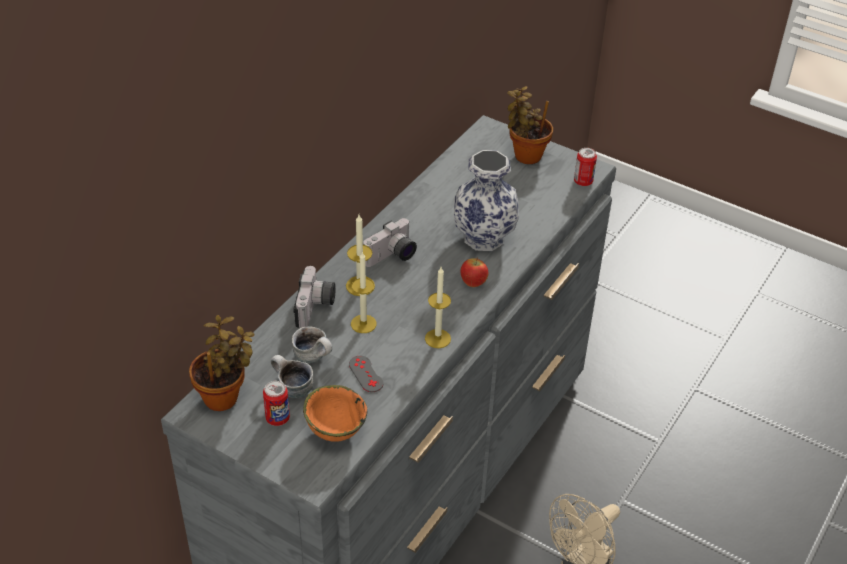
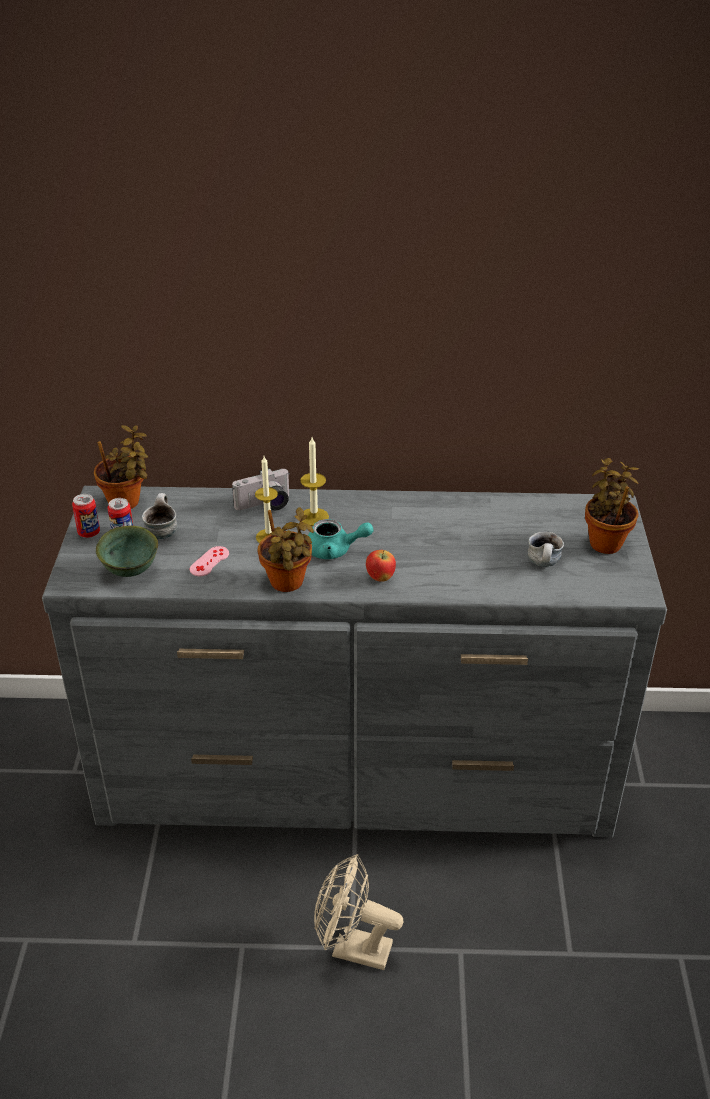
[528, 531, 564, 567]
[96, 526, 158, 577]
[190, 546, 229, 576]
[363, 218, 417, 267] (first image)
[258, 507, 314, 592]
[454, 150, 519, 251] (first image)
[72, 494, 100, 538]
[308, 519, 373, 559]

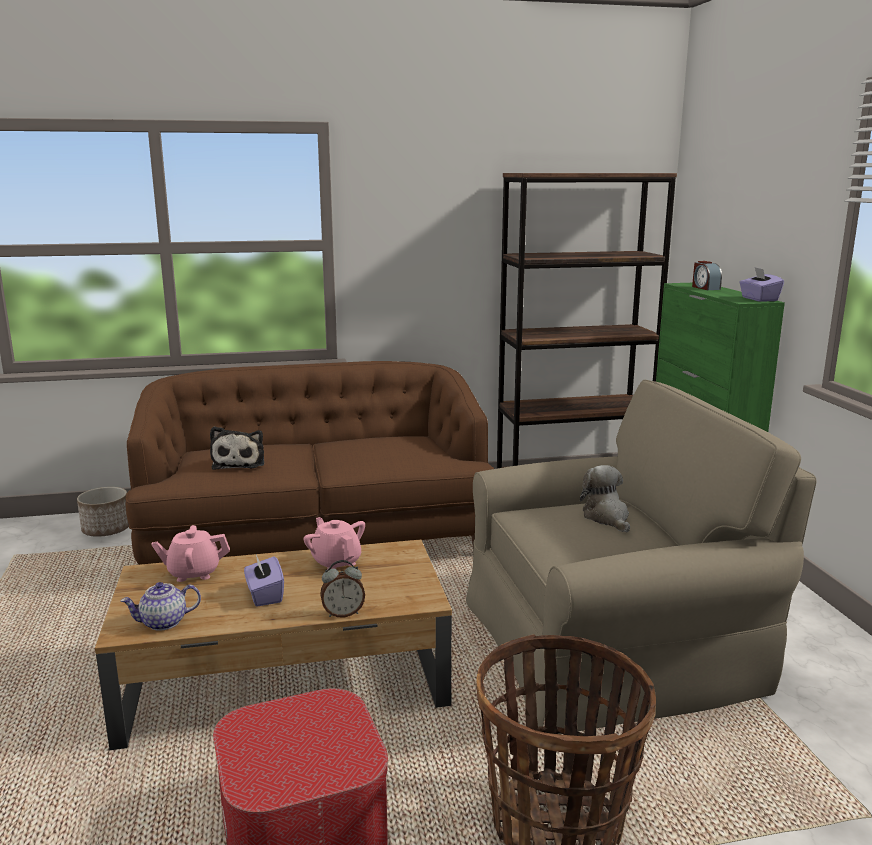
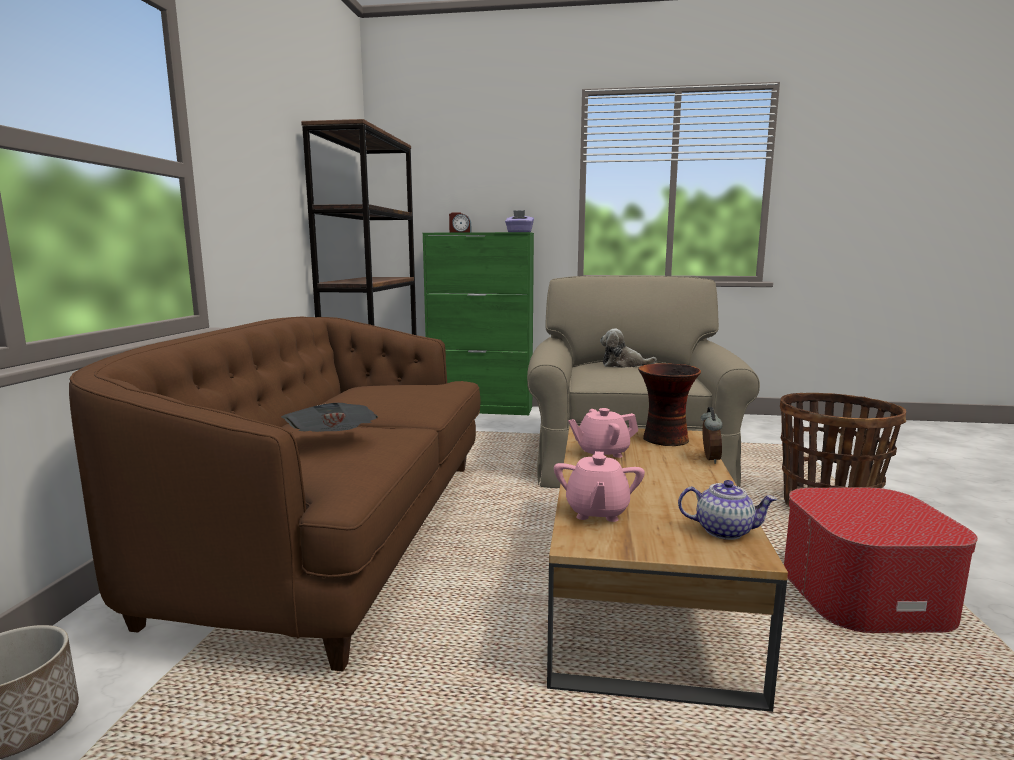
[678, 480, 777, 540]
[281, 403, 378, 432]
[244, 555, 284, 606] (first image)
[638, 364, 701, 446]

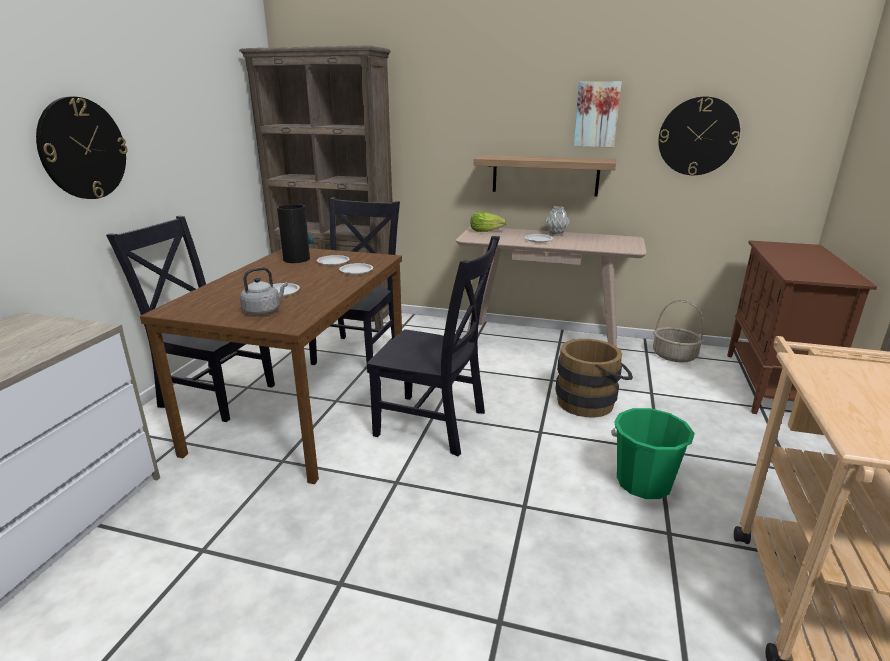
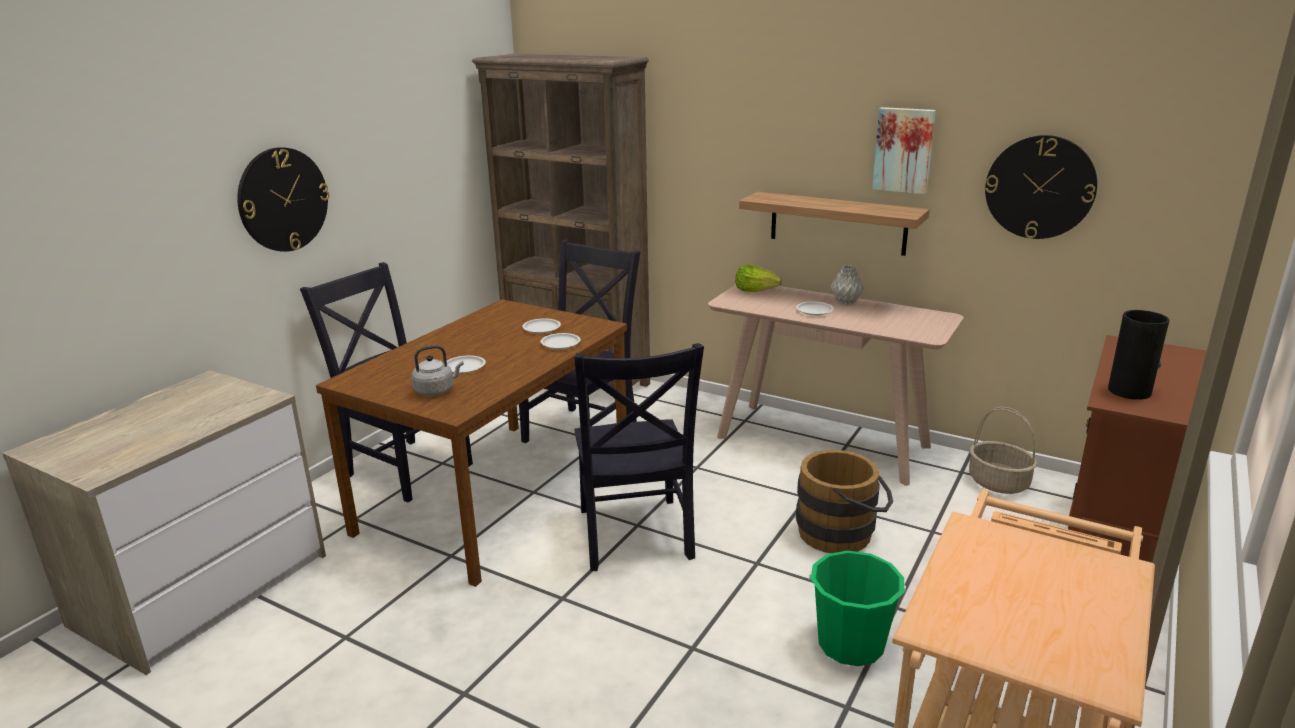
[1108, 310, 1170, 400]
[574, 343, 704, 571]

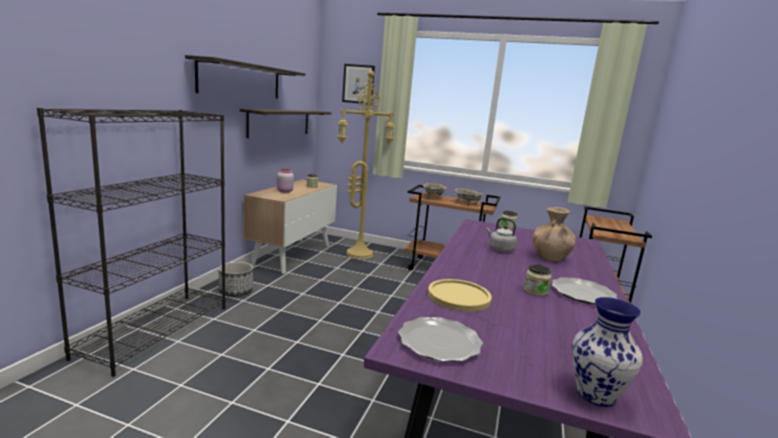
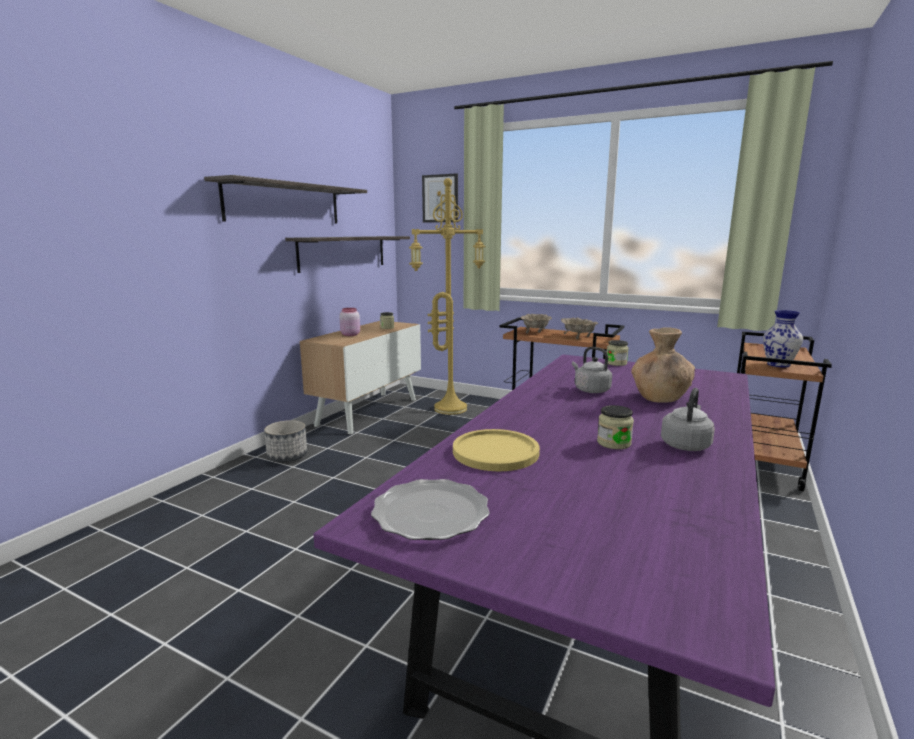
[37, 108, 226, 377] (first image)
[661, 388, 715, 451]
[763, 310, 803, 367]

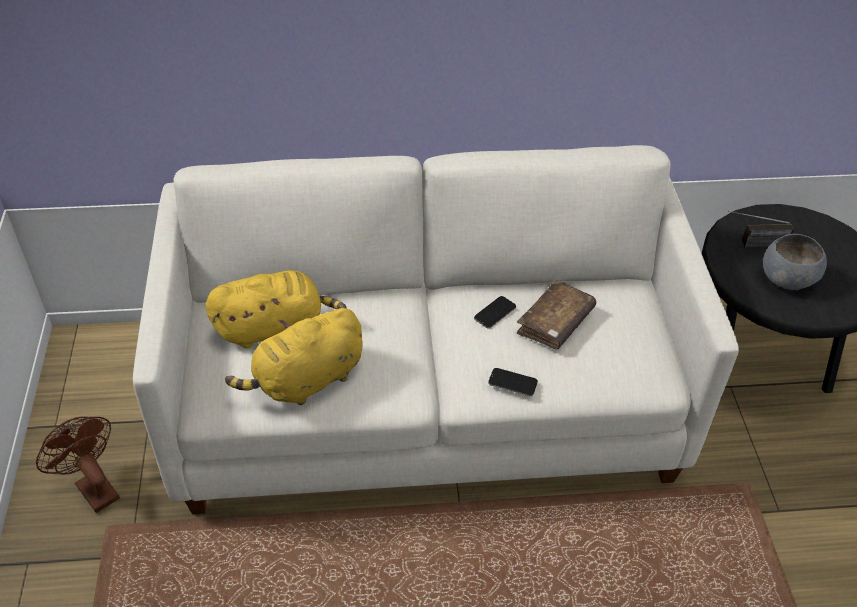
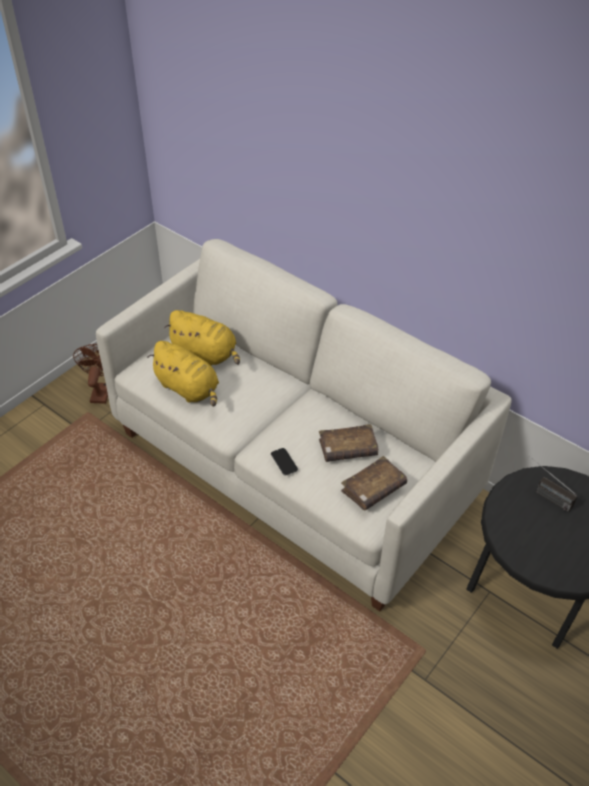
[148, 341, 219, 407]
[474, 296, 516, 329] (first image)
[763, 234, 827, 290] (first image)
[341, 456, 407, 510]

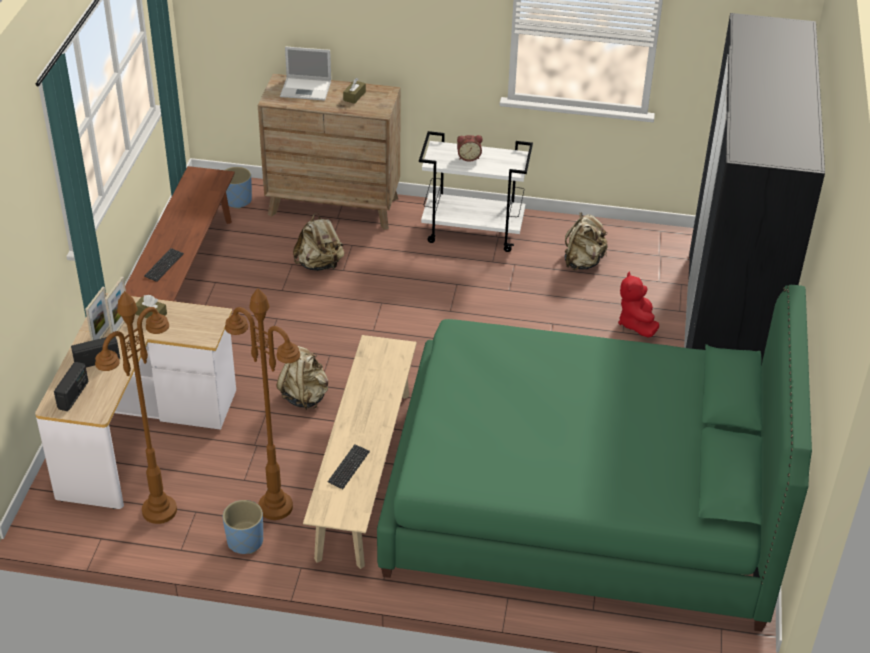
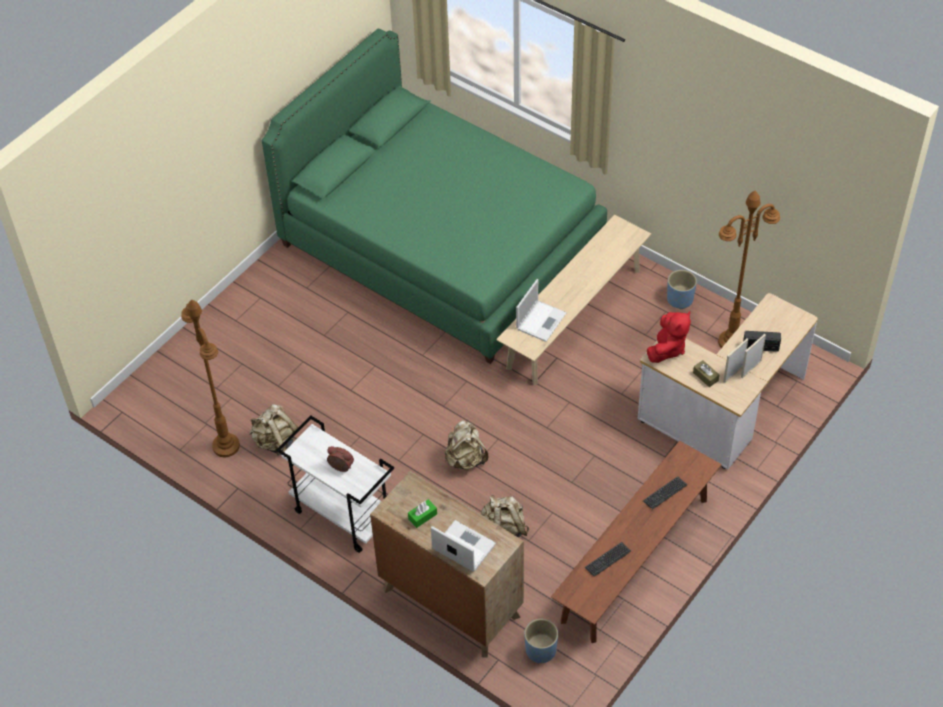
[54, 362, 89, 411] (first image)
[181, 299, 240, 457]
[445, 420, 488, 470]
[585, 542, 631, 577]
[408, 499, 437, 528]
[647, 311, 691, 363]
[684, 13, 825, 365] (first image)
[516, 279, 567, 342]

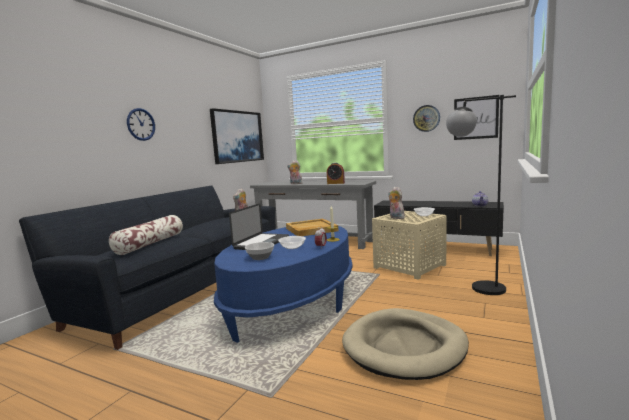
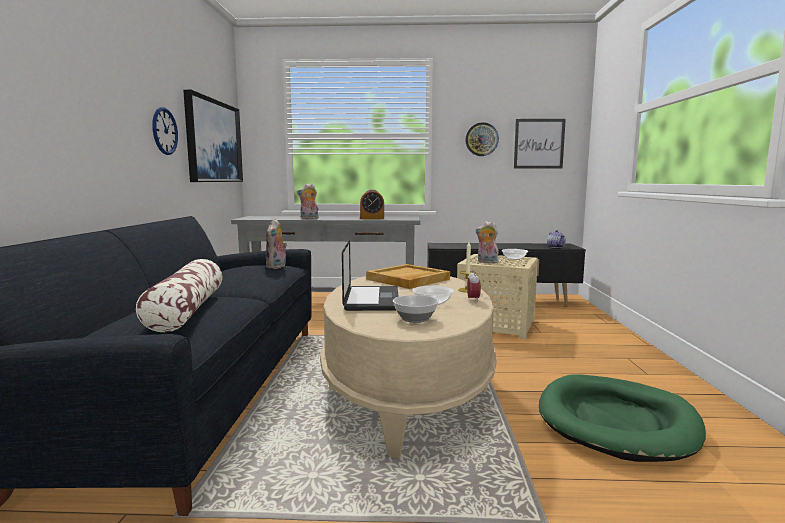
[152, 107, 178, 155]
[320, 276, 497, 458]
[539, 374, 706, 462]
[446, 95, 516, 295] (first image)

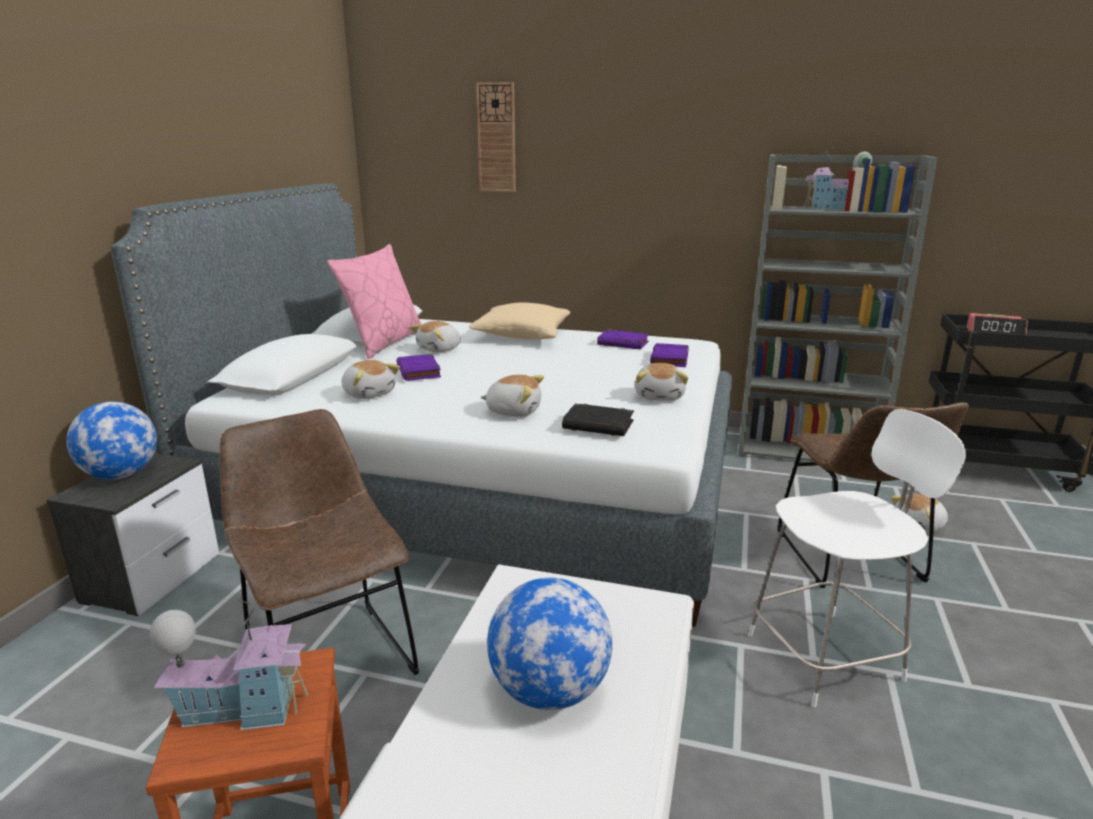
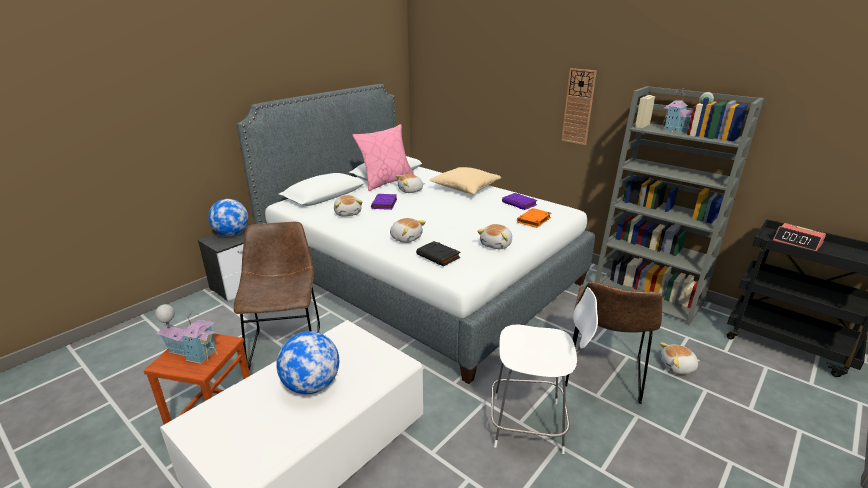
[561, 68, 597, 145]
[517, 208, 551, 228]

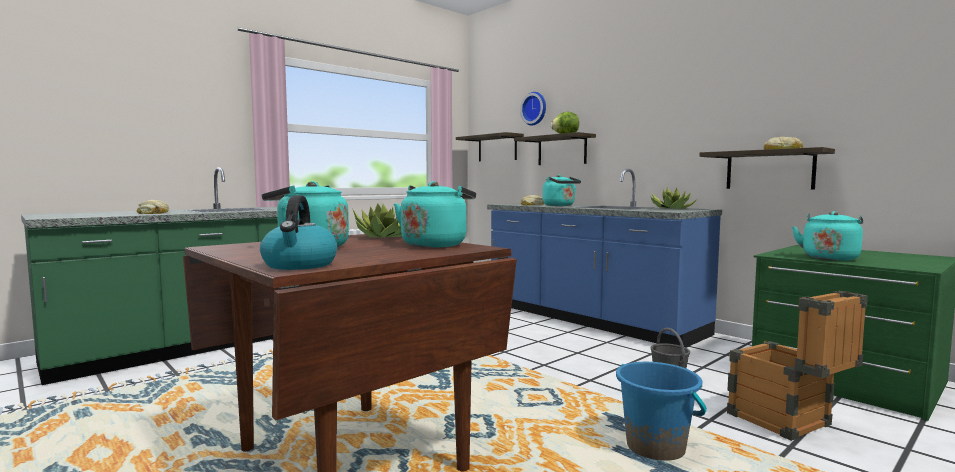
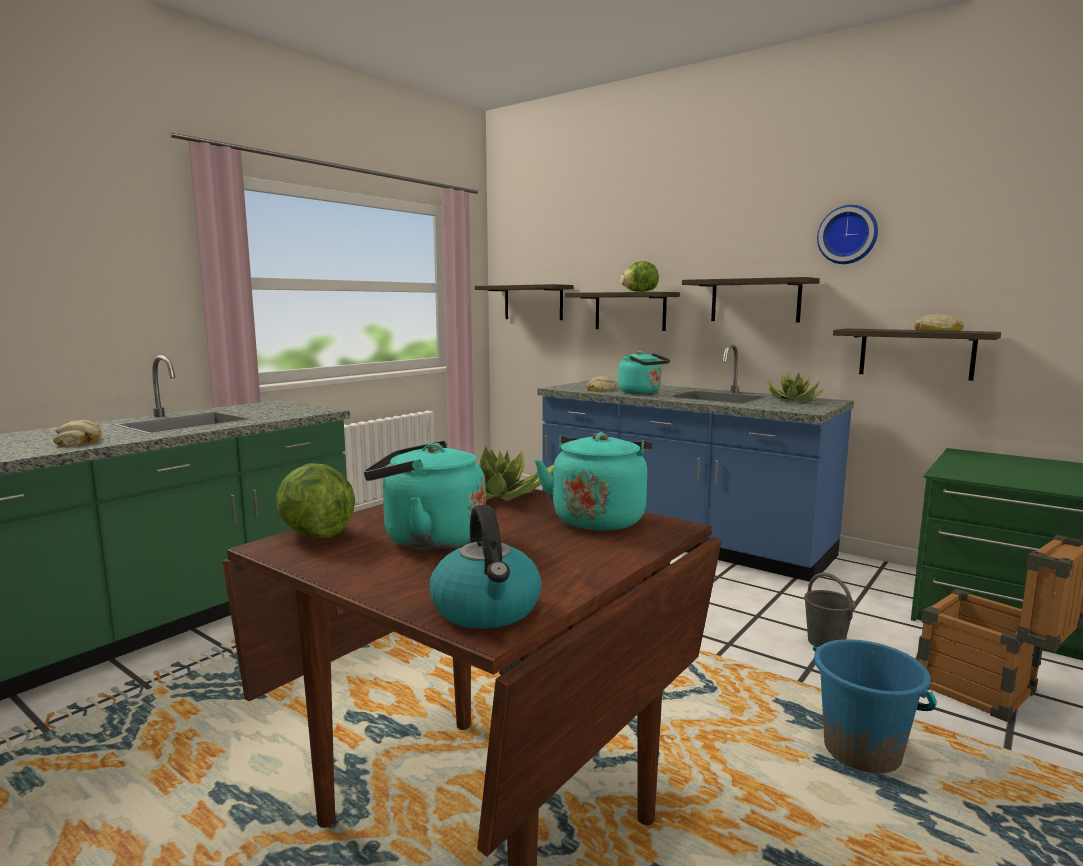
[817, 205, 878, 264]
[792, 211, 863, 261] (first image)
[275, 463, 355, 538]
[682, 277, 820, 323]

